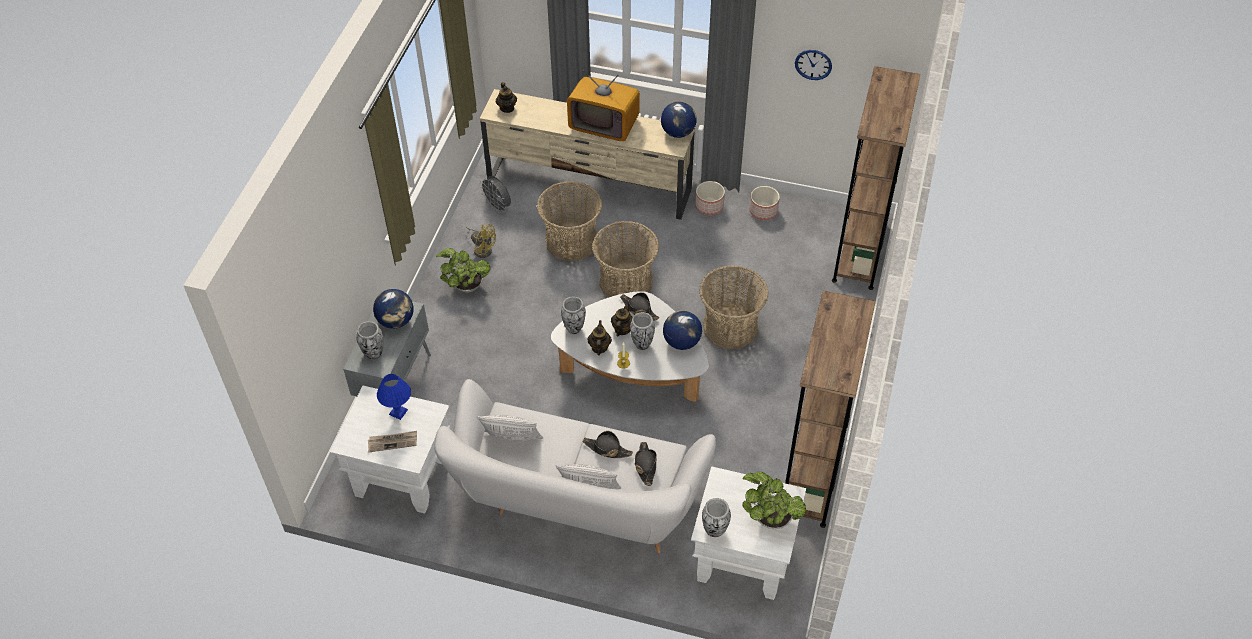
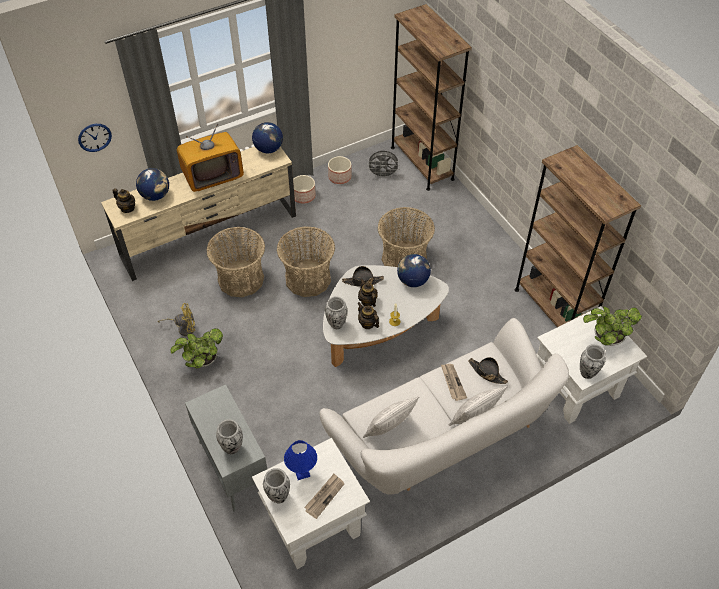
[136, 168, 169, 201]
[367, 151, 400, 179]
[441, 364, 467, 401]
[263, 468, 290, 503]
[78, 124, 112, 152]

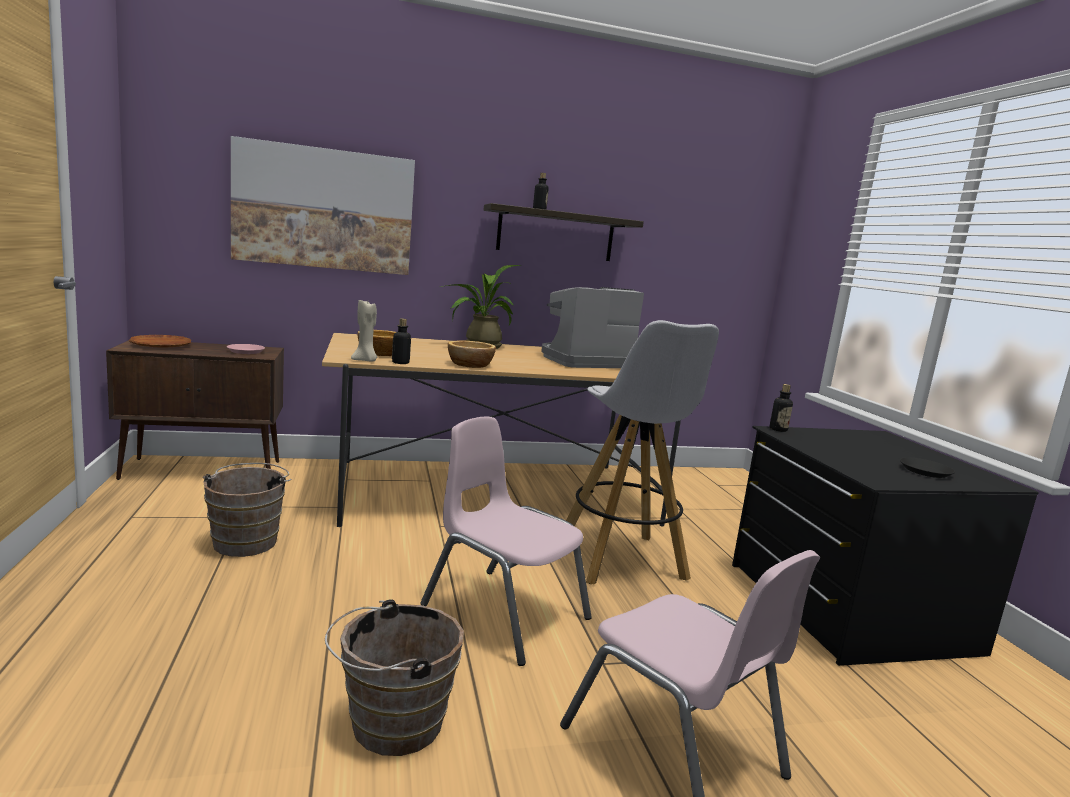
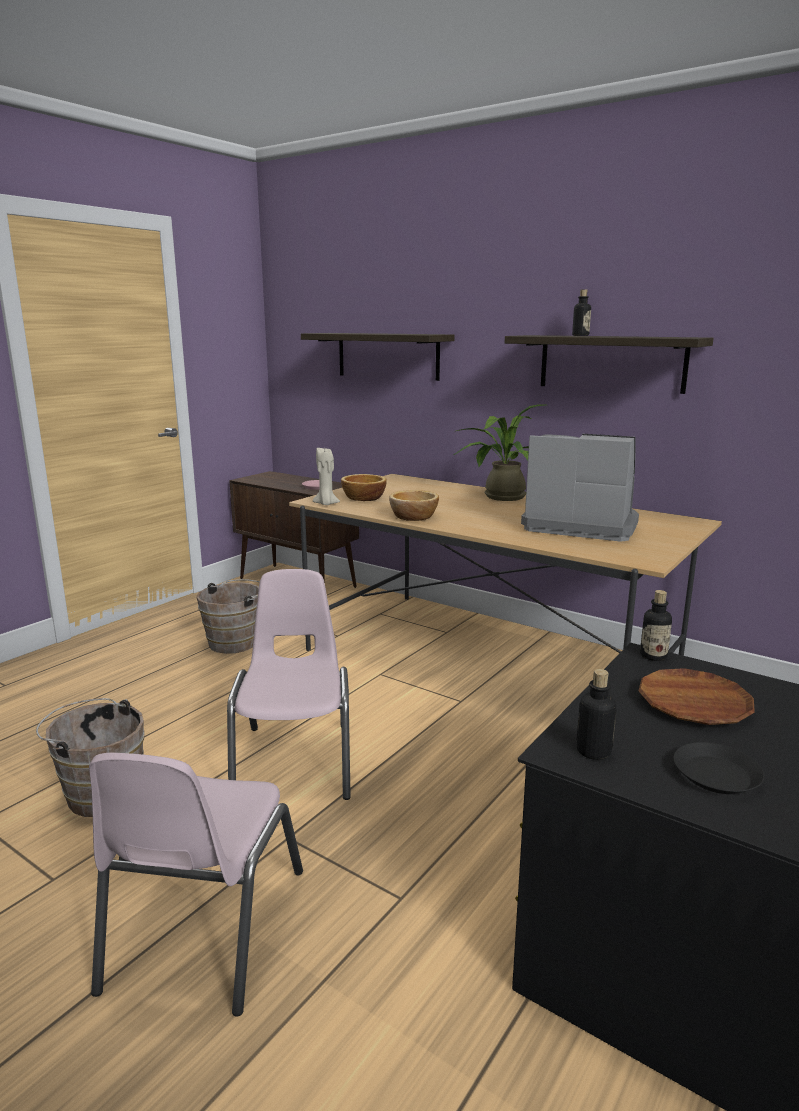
[639, 668, 755, 725]
[301, 333, 455, 381]
[577, 669, 616, 760]
[566, 320, 719, 585] (first image)

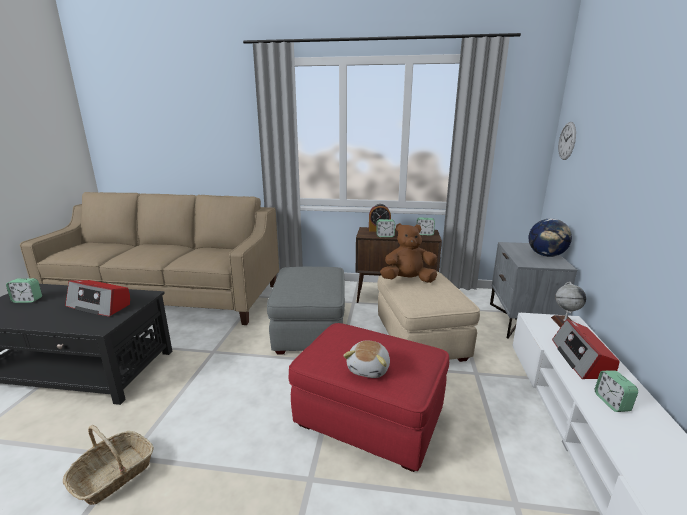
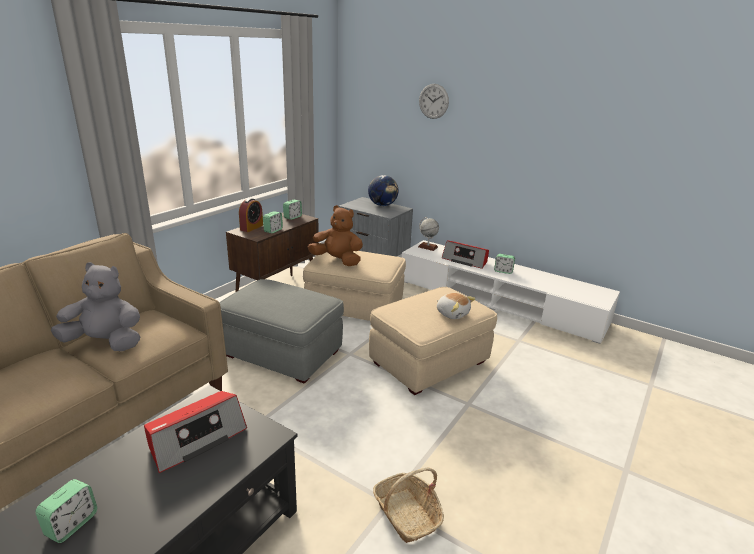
[369, 287, 497, 395]
[308, 205, 363, 266]
[419, 84, 449, 119]
[51, 262, 140, 351]

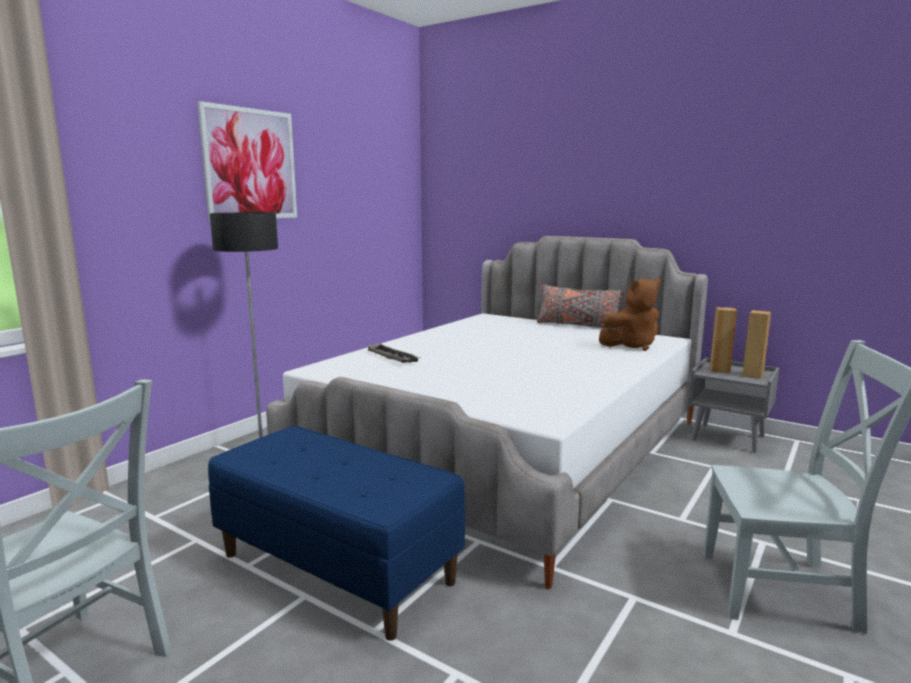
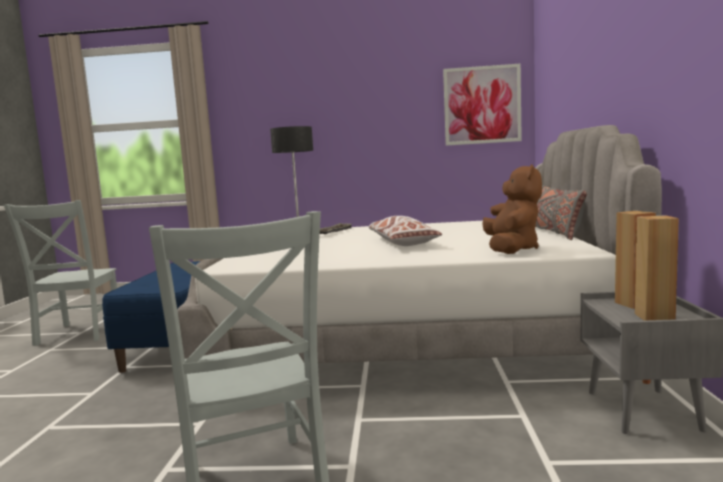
[443, 64, 522, 146]
[482, 164, 542, 254]
[369, 216, 442, 246]

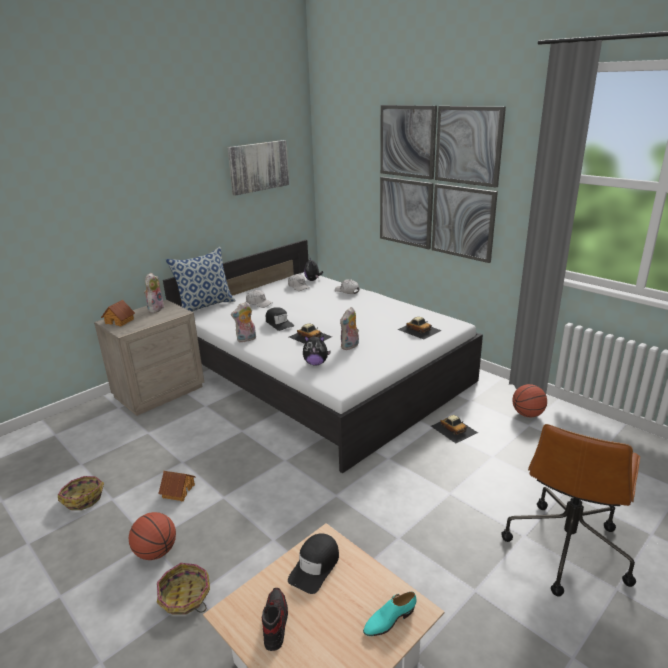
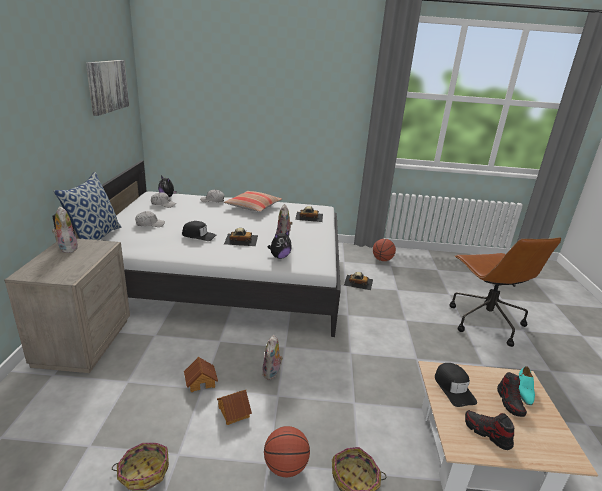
[184, 357, 218, 392]
[262, 335, 283, 380]
[380, 105, 506, 263] (first image)
[224, 191, 282, 212]
[497, 372, 527, 417]

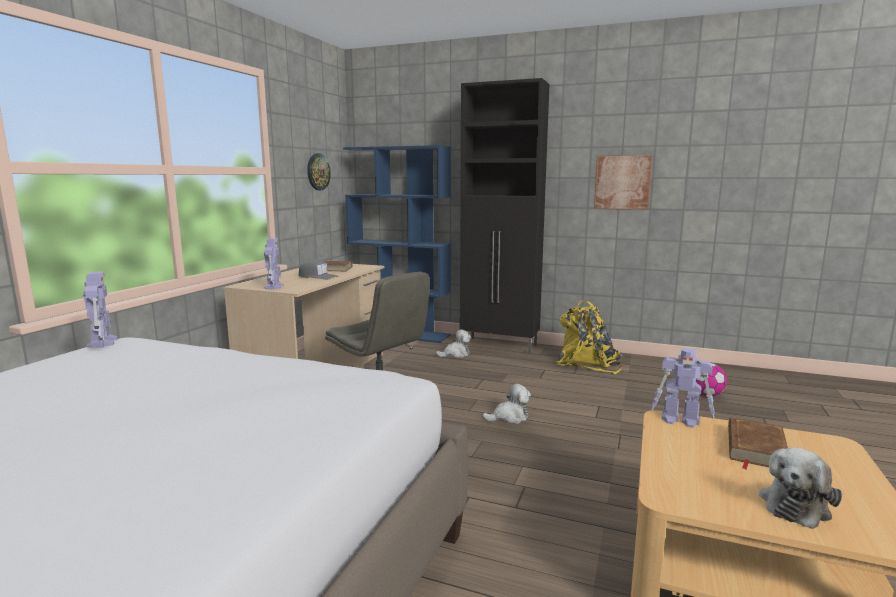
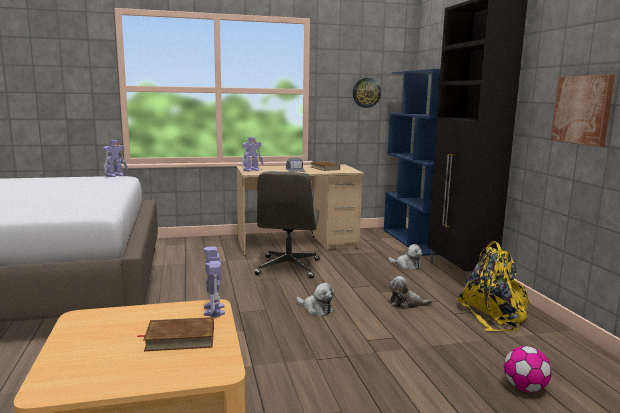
[389, 276, 432, 309]

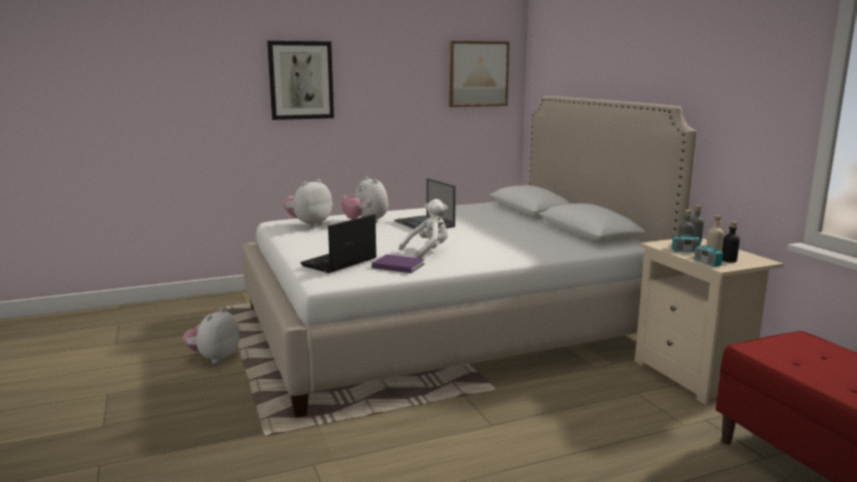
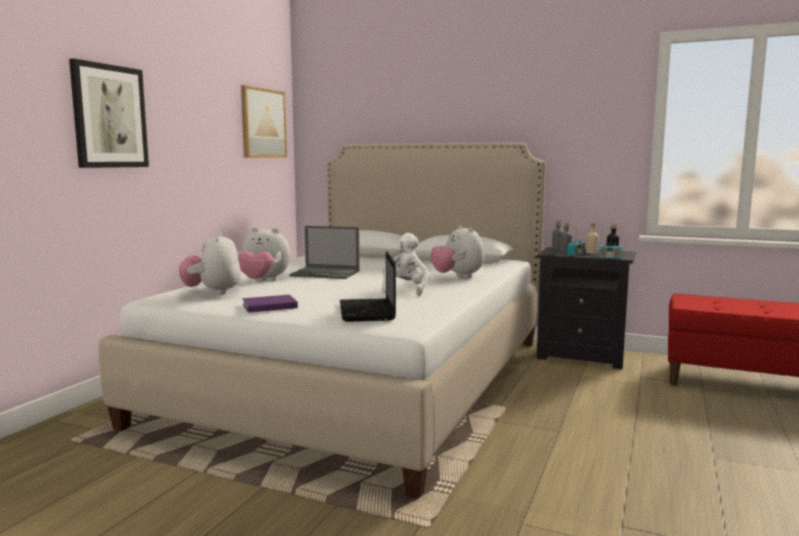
[431, 225, 484, 278]
[242, 295, 298, 313]
[537, 247, 636, 369]

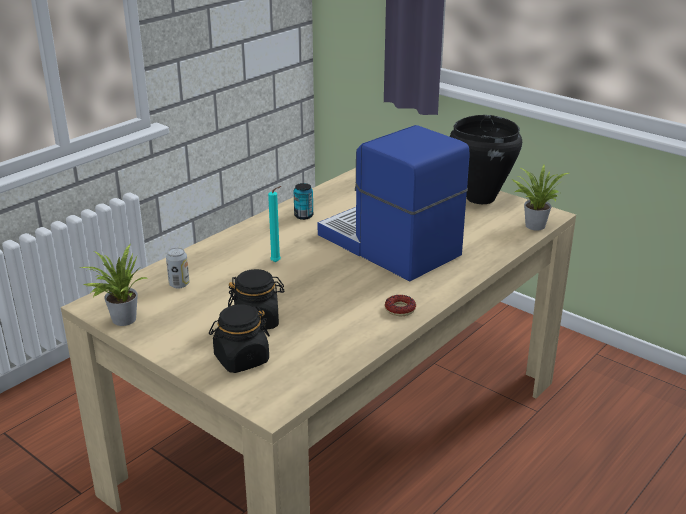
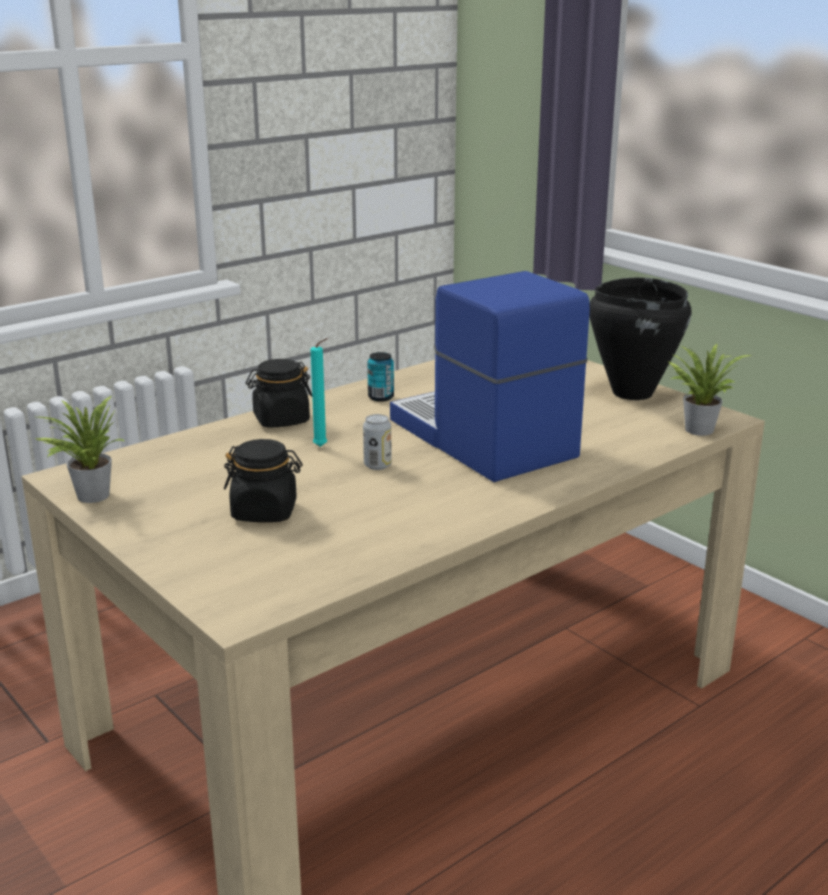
[363, 414, 392, 470]
[246, 359, 312, 428]
[385, 295, 416, 316] (first image)

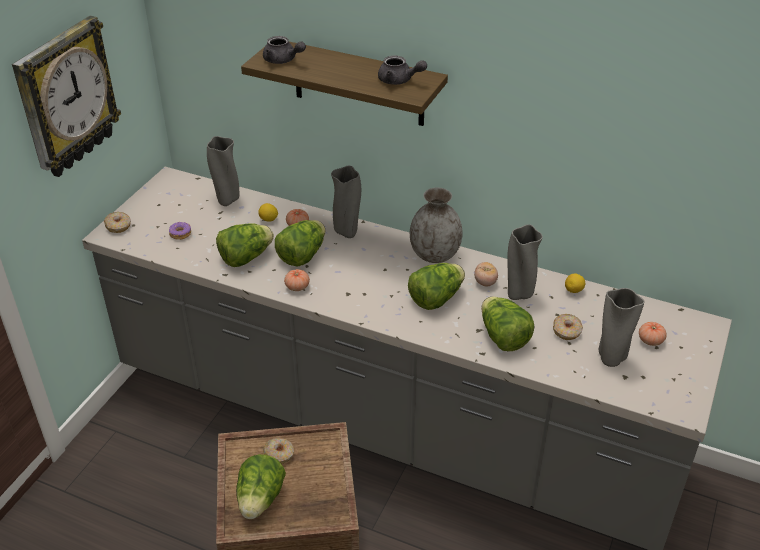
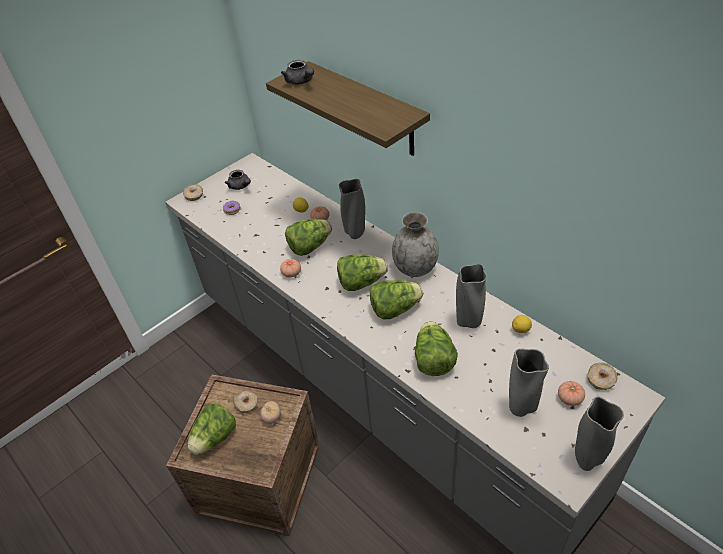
[12, 16, 121, 177] (first image)
[575, 396, 624, 471]
[337, 254, 388, 291]
[225, 170, 251, 190]
[260, 401, 281, 424]
[588, 363, 617, 390]

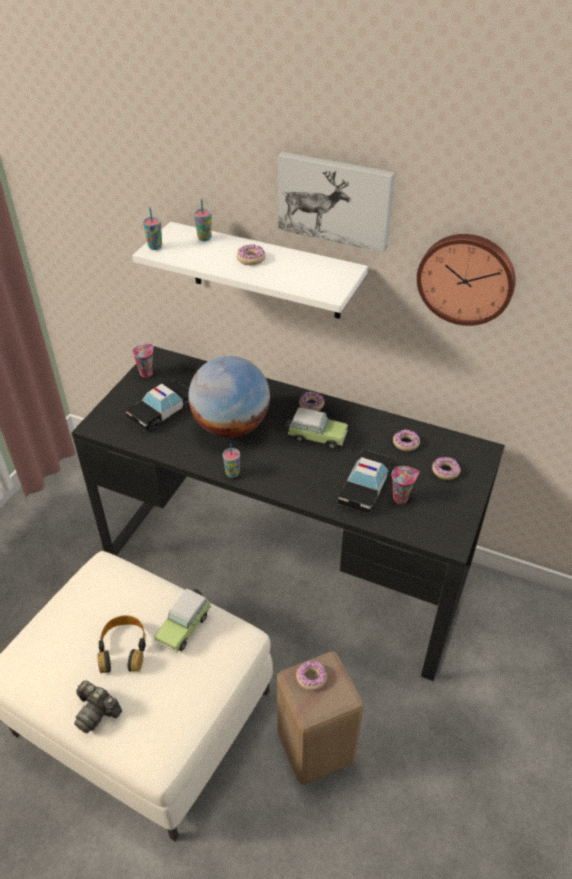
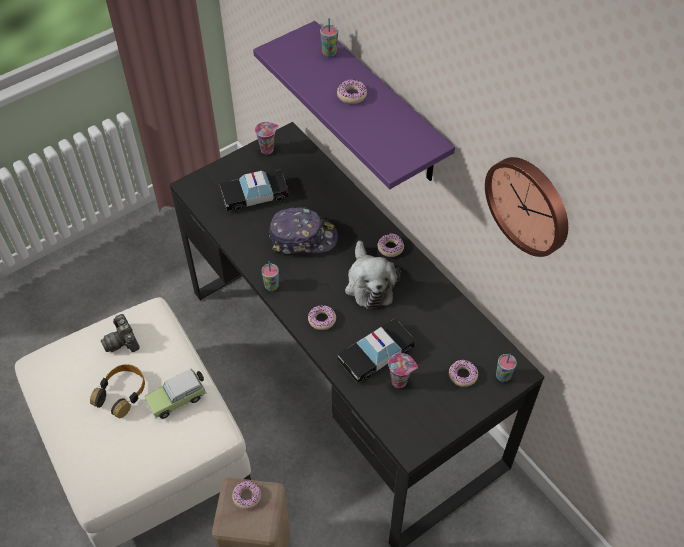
[101, 314, 140, 352]
[253, 21, 455, 189]
[496, 353, 517, 382]
[269, 207, 338, 254]
[278, 152, 395, 252] (first image)
[345, 241, 401, 309]
[308, 305, 336, 330]

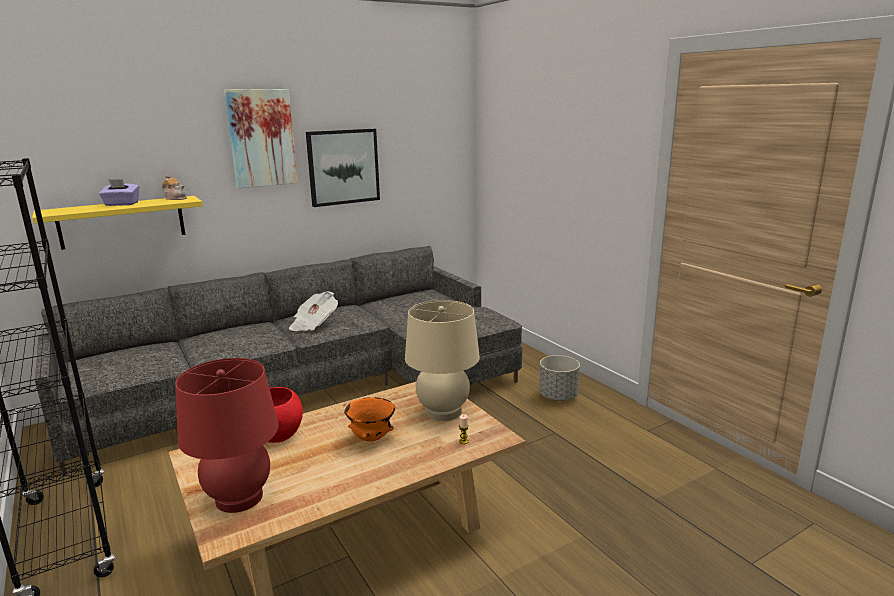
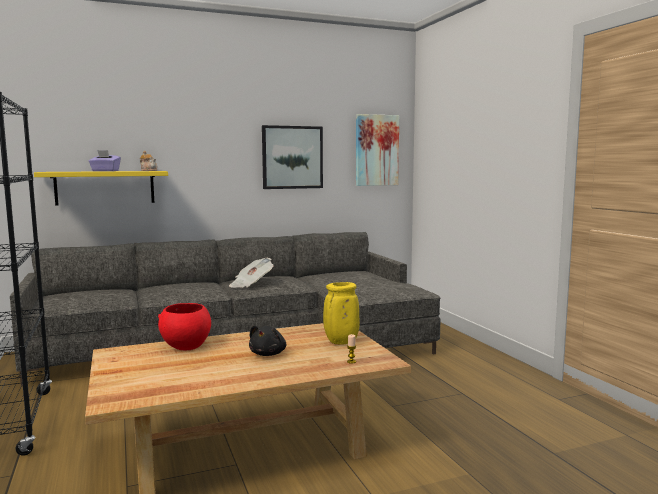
[175, 358, 278, 513] (first image)
[356, 114, 399, 186]
[249, 325, 286, 356]
[323, 282, 360, 344]
[539, 355, 580, 401] (first image)

